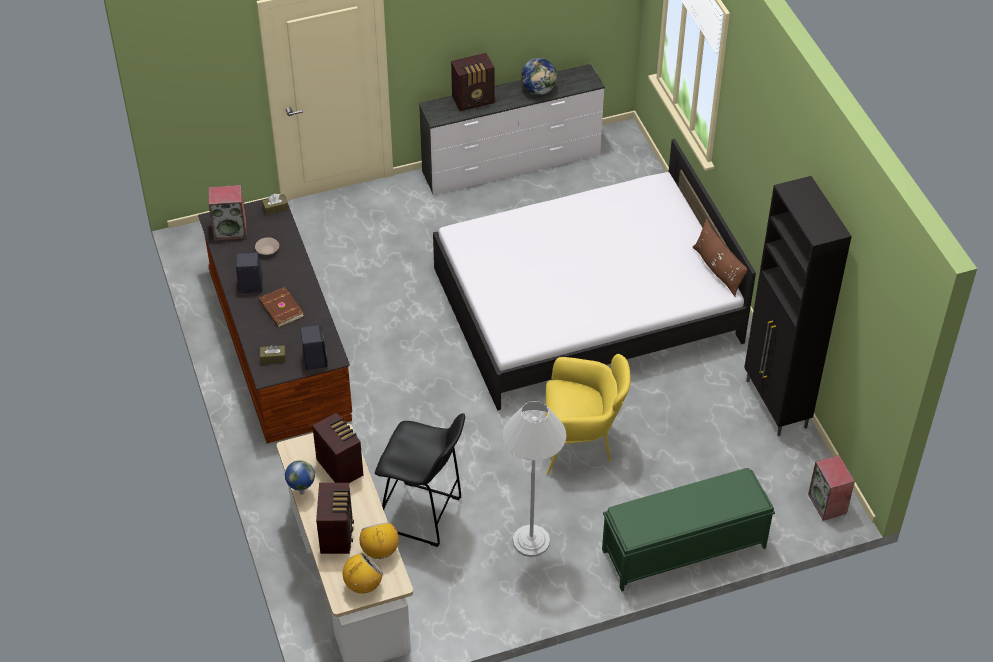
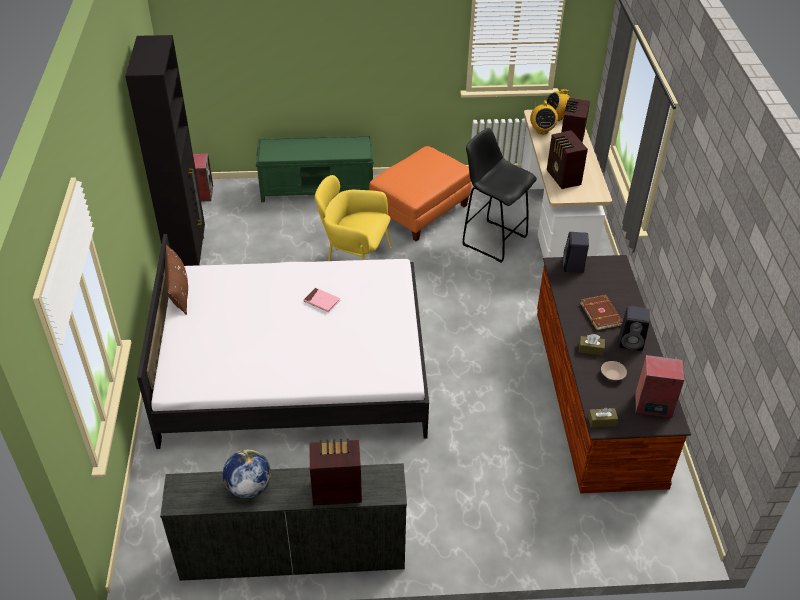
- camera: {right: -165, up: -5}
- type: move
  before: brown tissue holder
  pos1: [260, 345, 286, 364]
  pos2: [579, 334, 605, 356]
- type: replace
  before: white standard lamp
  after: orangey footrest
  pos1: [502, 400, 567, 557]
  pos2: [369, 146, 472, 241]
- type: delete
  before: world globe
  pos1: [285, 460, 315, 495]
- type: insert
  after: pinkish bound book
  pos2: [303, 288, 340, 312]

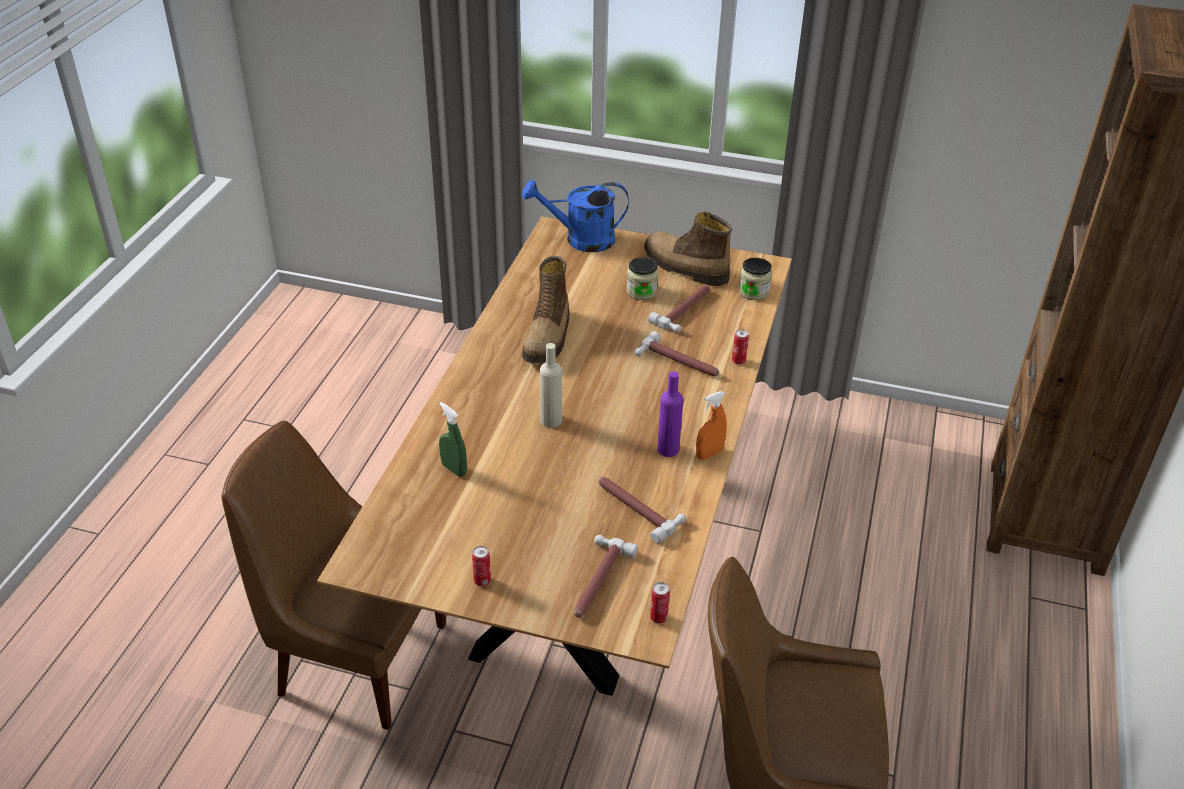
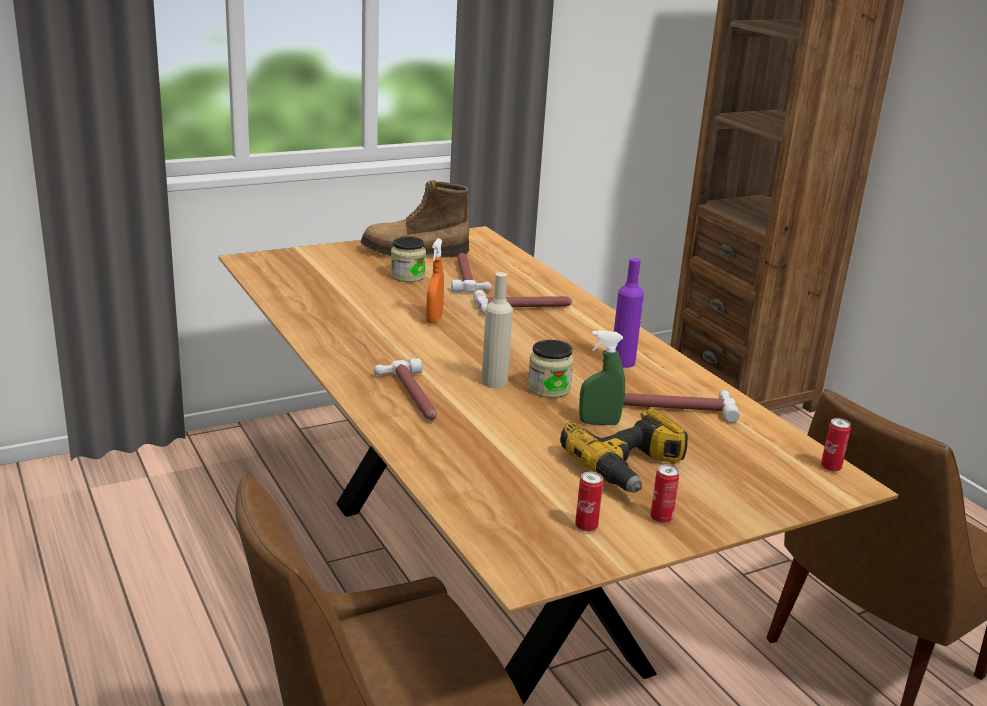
- camera: {right: -45, up: -15}
- type: delete
  before: blue watering pot
  pos1: [522, 180, 629, 252]
- type: delete
  before: boot
  pos1: [522, 256, 569, 364]
- type: move
  before: storage jar
  pos1: [739, 258, 772, 300]
  pos2: [528, 340, 574, 398]
- type: move
  before: metal can
  pos1: [732, 329, 749, 365]
  pos2: [575, 472, 603, 532]
- type: move
  before: orangey sprayer
  pos1: [696, 391, 727, 460]
  pos2: [426, 239, 444, 324]
- type: move
  before: green sprayer
  pos1: [439, 402, 467, 477]
  pos2: [579, 331, 625, 425]
- type: move
  before: hammer
  pos1: [574, 535, 638, 618]
  pos2: [374, 358, 437, 420]
- type: insert
  after: drill
  pos2: [560, 408, 688, 493]

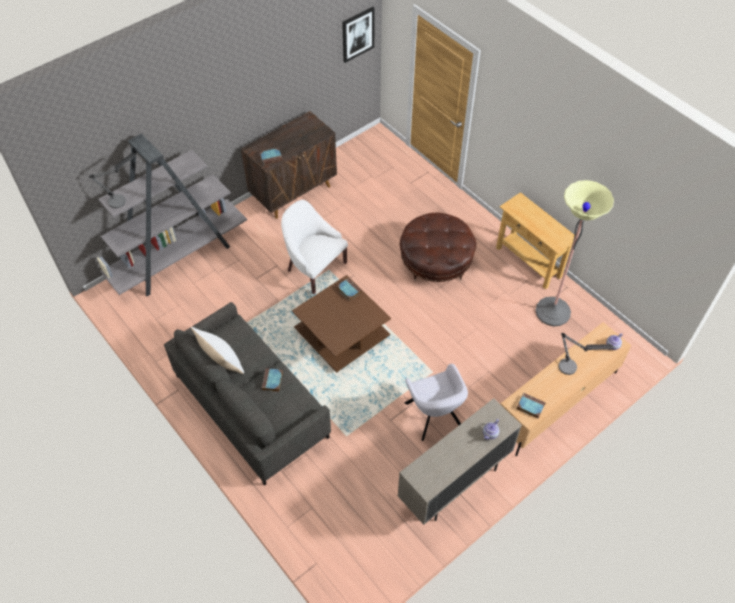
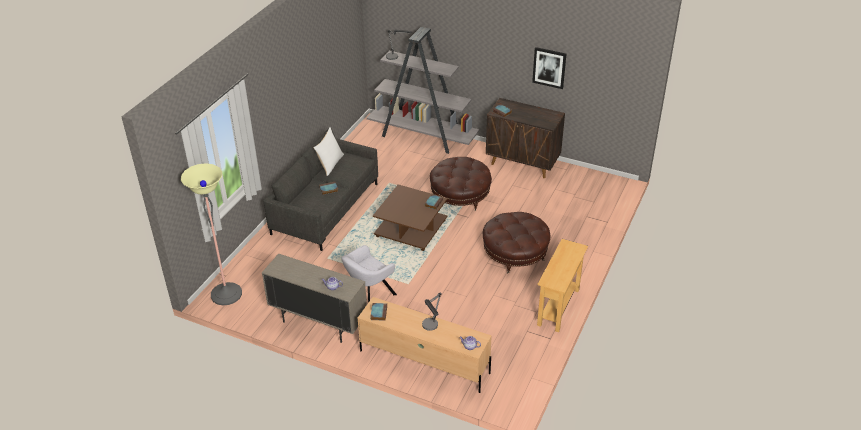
- camera: {right: 65, up: -15}
- type: move
  before: wall art
  pos1: [342, 7, 375, 63]
  pos2: [532, 47, 566, 89]
- type: move
  before: standard lamp
  pos1: [535, 180, 614, 326]
  pos2: [181, 163, 242, 306]
- type: replace
  before: white easy chair
  after: brown footrest
  pos1: [281, 200, 348, 294]
  pos2: [430, 157, 492, 211]

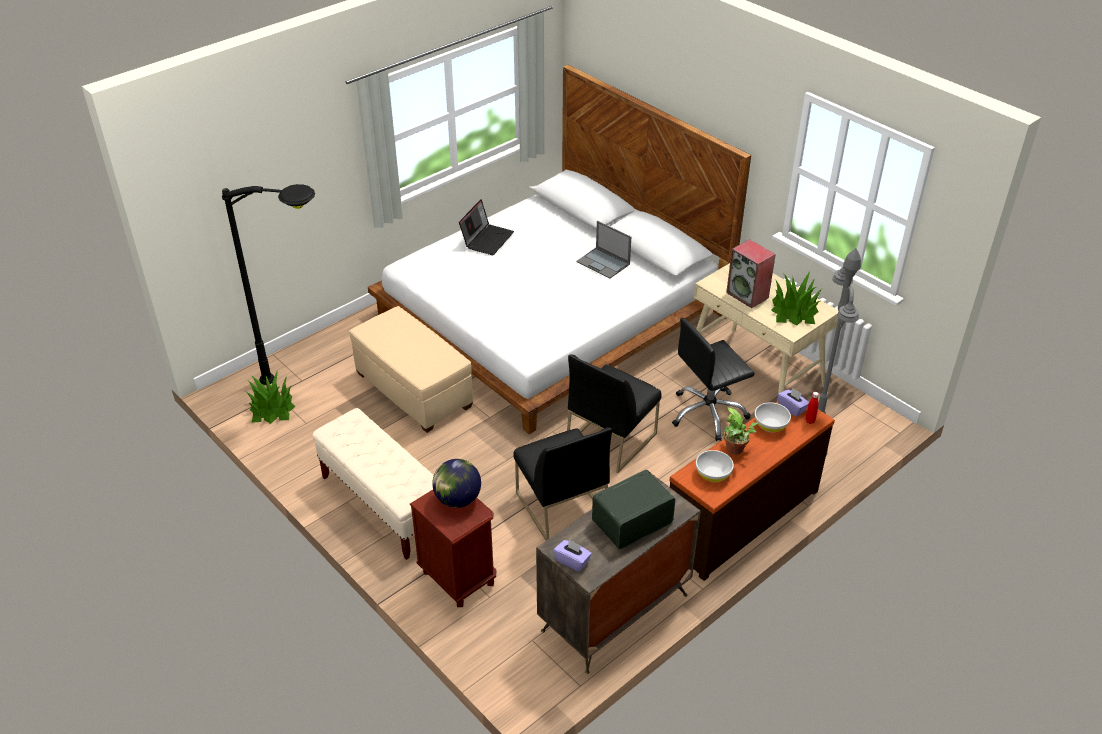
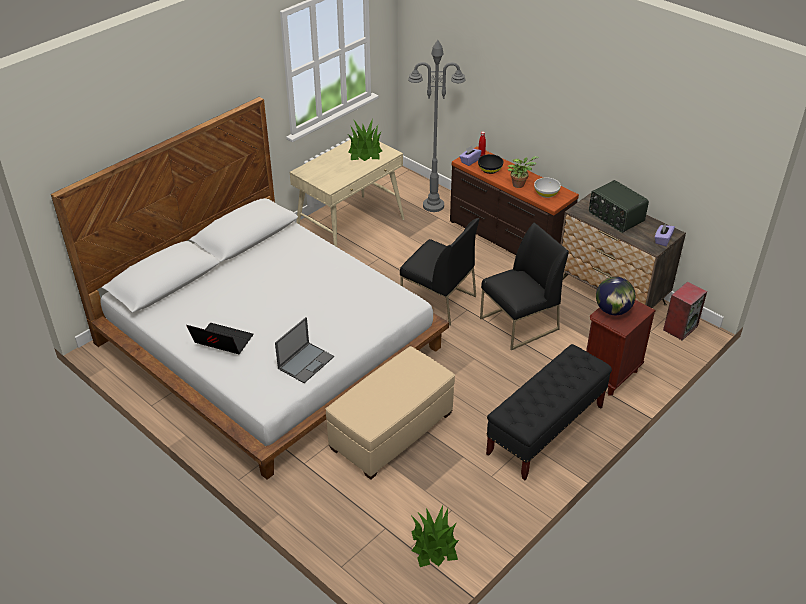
- camera: {right: -95, up: 0}
- type: delete
  before: black standard lamp
  pos1: [222, 184, 315, 385]
- type: move
  before: laptop
  pos1: [576, 221, 631, 279]
  pos2: [275, 317, 334, 383]
- type: move
  before: loudspeaker
  pos1: [726, 239, 776, 308]
  pos2: [663, 281, 707, 341]
- type: delete
  before: black computer chair
  pos1: [672, 318, 755, 441]
- type: recolor
  before: white bowl
  after: black bowl
  pos1: [755, 402, 791, 432]
  pos2: [478, 154, 503, 174]
- type: recolor
  before: beige indoor bench
  after: black indoor bench
  pos1: [312, 408, 434, 560]
  pos2: [486, 344, 612, 480]

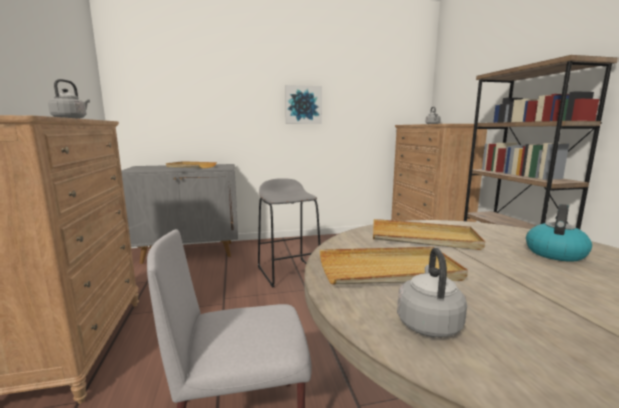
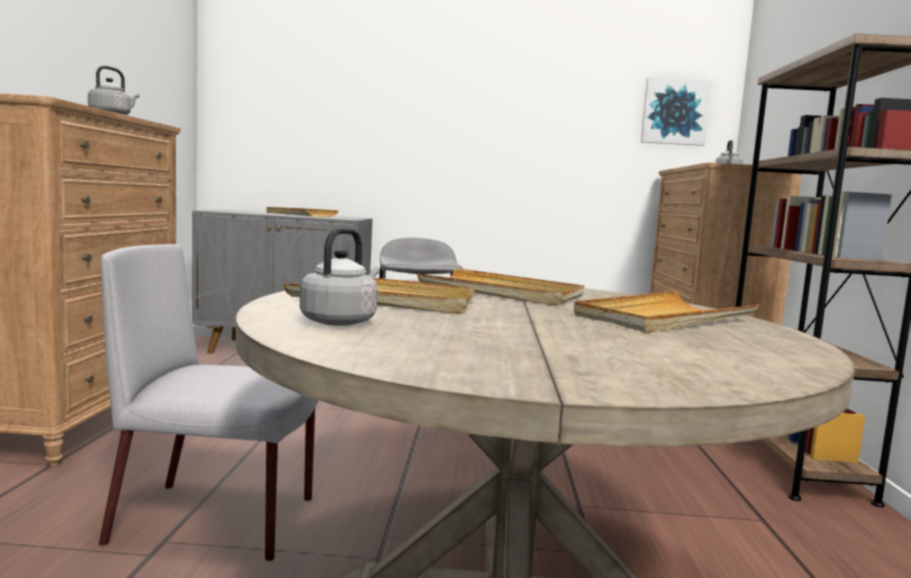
- camera: {right: 15, up: -5}
- type: move
  before: wall art
  pos1: [285, 85, 322, 124]
  pos2: [641, 78, 712, 146]
- type: replace
  before: water kettle
  after: beige tray
  pos1: [526, 204, 592, 261]
  pos2: [574, 291, 760, 333]

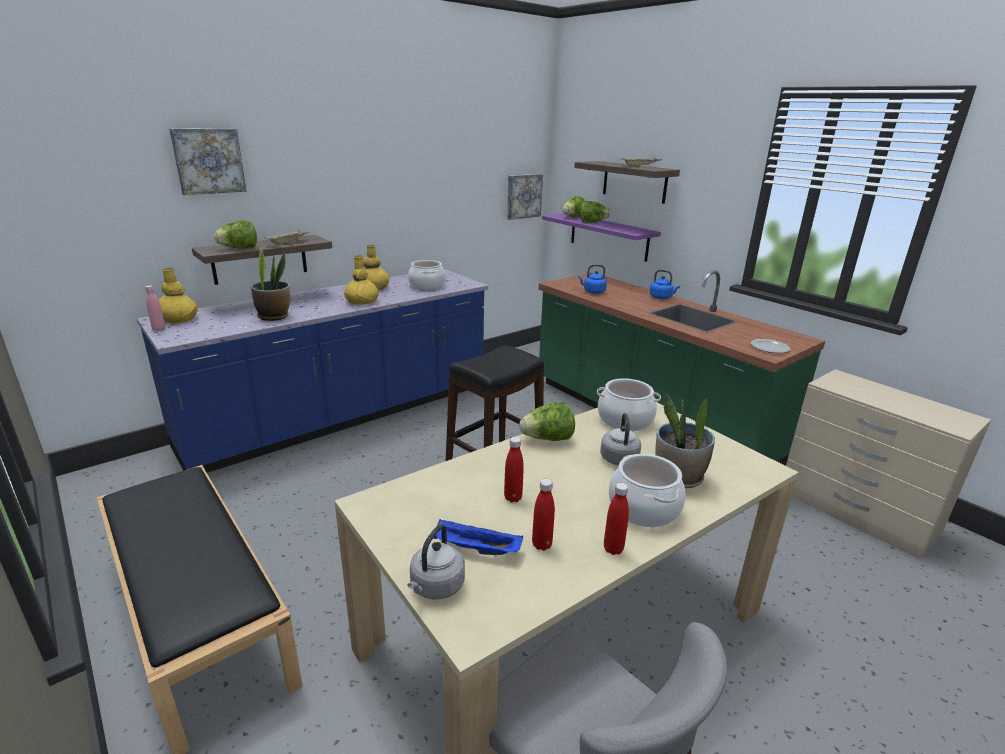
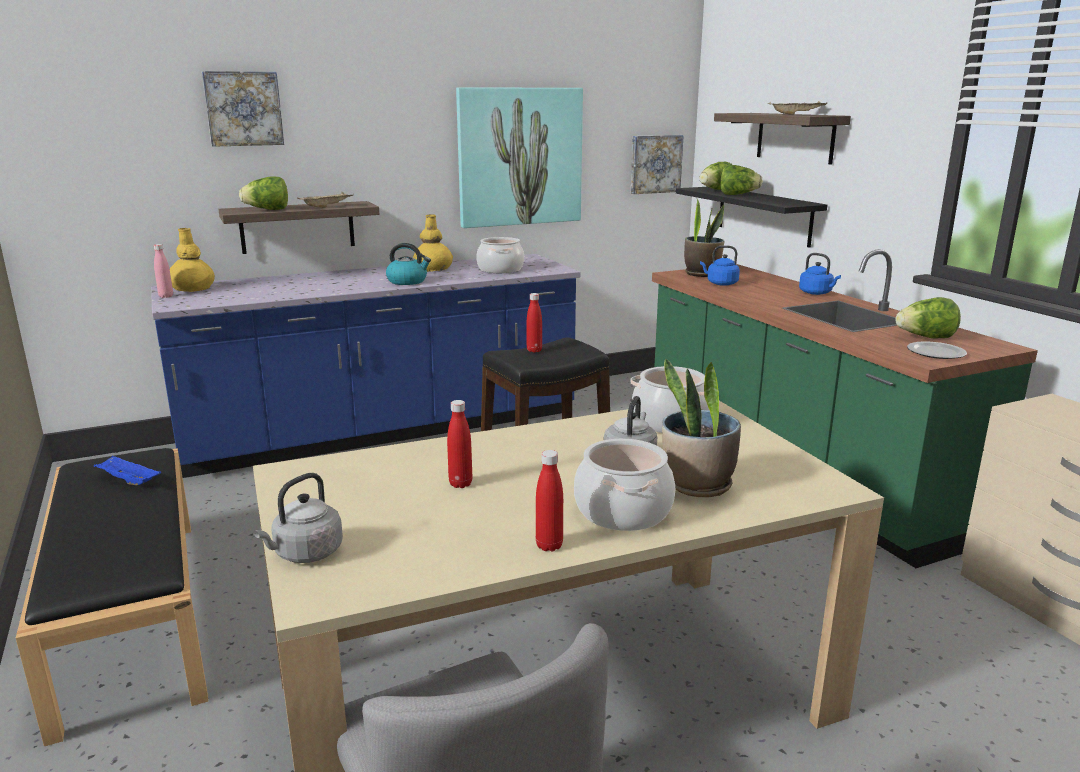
- camera: {right: 15, up: -5}
- type: recolor
  before: purple bracket shelf
  after: black bracket shelf
  pos1: [542, 213, 661, 262]
  pos2: [676, 187, 827, 248]
- type: move
  before: houseplant
  pos1: [251, 247, 290, 321]
  pos2: [684, 199, 725, 277]
- type: replace
  before: yellow-coloured vase
  after: water kettle
  pos1: [344, 255, 379, 305]
  pos2: [386, 243, 431, 285]
- type: move
  before: lettuce head
  pos1: [519, 402, 575, 441]
  pos2: [895, 297, 961, 339]
- type: move
  before: red drink bottle
  pos1: [532, 479, 555, 551]
  pos2: [527, 293, 542, 352]
- type: move
  before: blue tray
  pos1: [433, 519, 523, 555]
  pos2: [94, 456, 161, 485]
- type: insert
  after: wall art
  pos2: [456, 87, 583, 228]

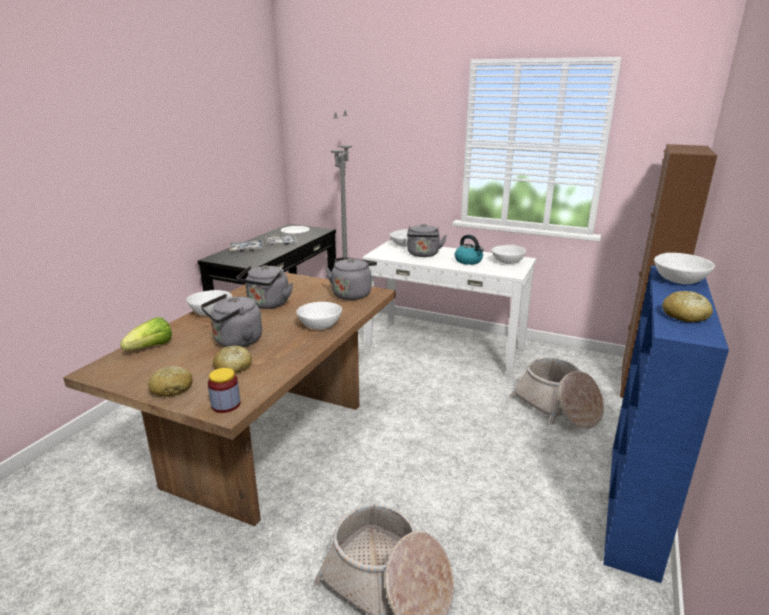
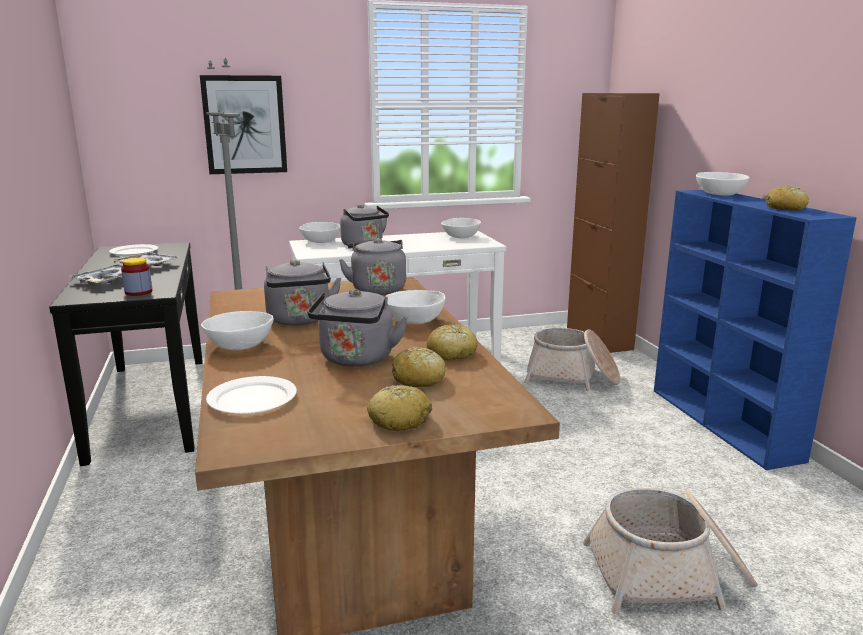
- camera: {right: -40, up: -5}
- type: delete
  before: water kettle
  pos1: [455, 235, 484, 265]
- type: replace
  before: lettuce head
  after: white dinner plate
  pos1: [120, 317, 172, 351]
  pos2: [206, 376, 297, 414]
- type: move
  before: storage jar
  pos1: [208, 368, 241, 413]
  pos2: [121, 258, 153, 296]
- type: insert
  after: wall art
  pos2: [200, 75, 287, 174]
- type: insert
  after: bread
  pos2: [427, 324, 478, 360]

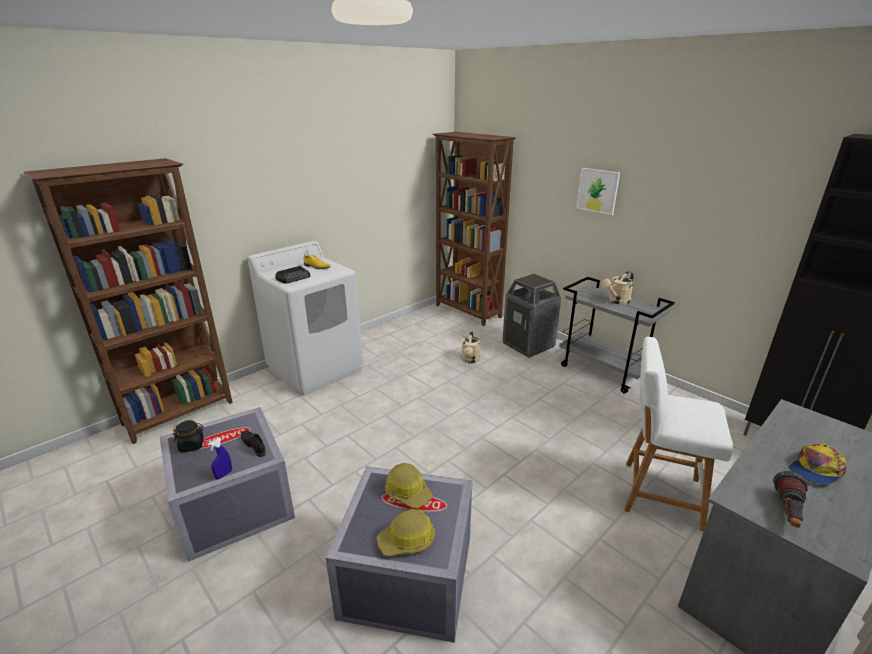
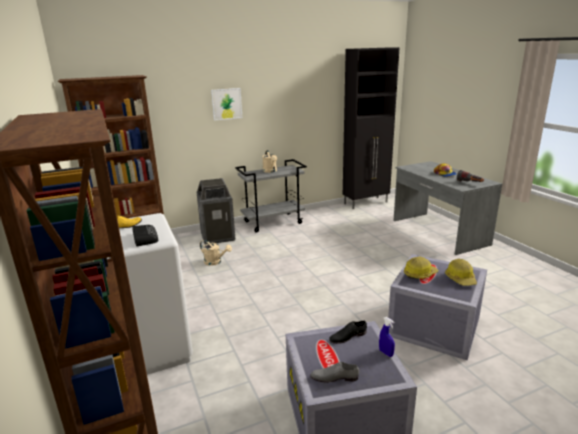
- camera: {right: -70, up: -5}
- type: delete
  before: white stool seat
  pos1: [624, 337, 733, 532]
- type: replace
  before: black storage jar
  after: greyish shoe
  pos1: [173, 420, 204, 453]
  pos2: [310, 362, 359, 383]

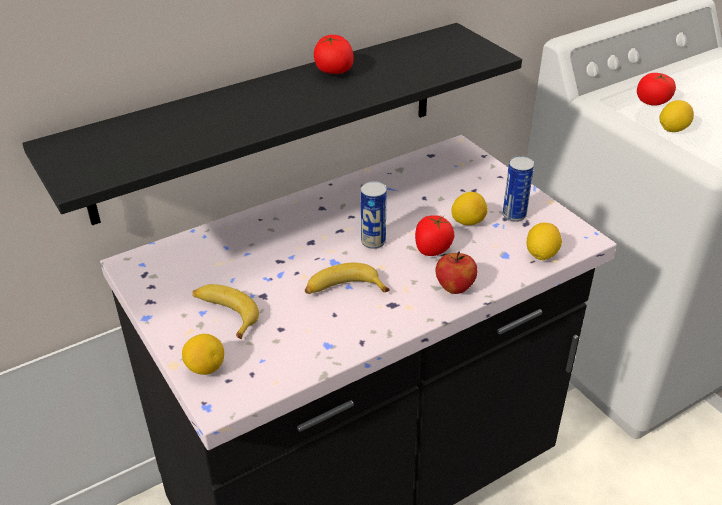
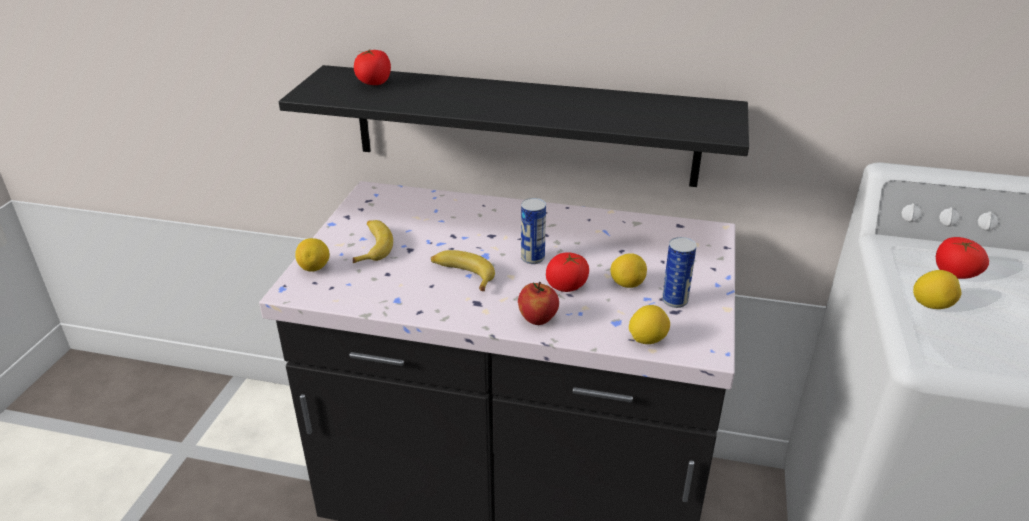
- camera: {right: 45, up: -5}
- type: move
  before: tomato
  pos1: [314, 35, 354, 74]
  pos2: [354, 50, 391, 85]

